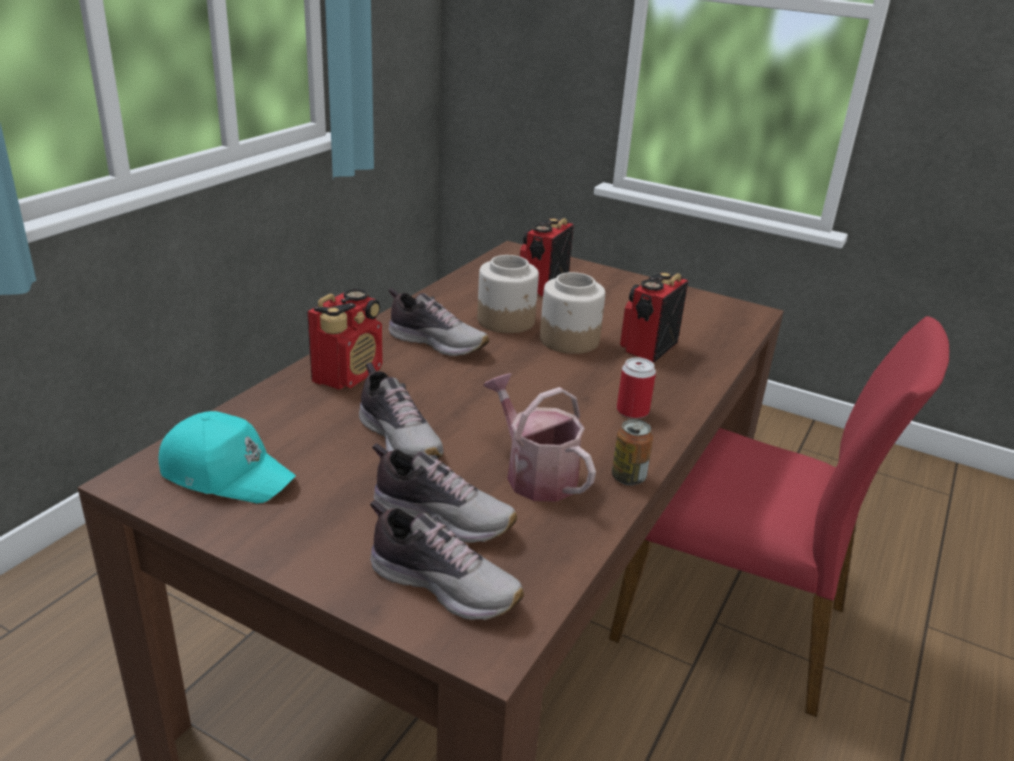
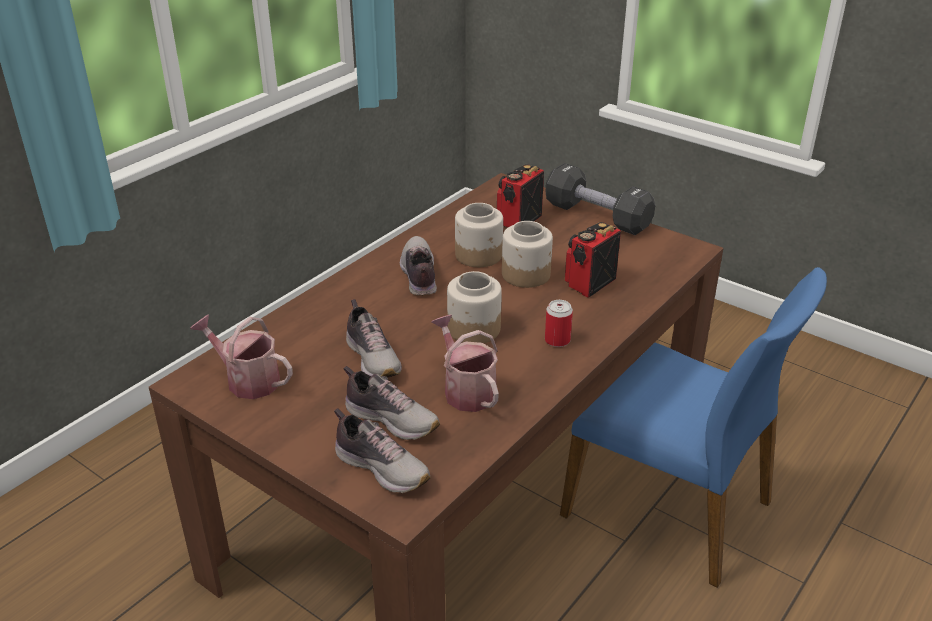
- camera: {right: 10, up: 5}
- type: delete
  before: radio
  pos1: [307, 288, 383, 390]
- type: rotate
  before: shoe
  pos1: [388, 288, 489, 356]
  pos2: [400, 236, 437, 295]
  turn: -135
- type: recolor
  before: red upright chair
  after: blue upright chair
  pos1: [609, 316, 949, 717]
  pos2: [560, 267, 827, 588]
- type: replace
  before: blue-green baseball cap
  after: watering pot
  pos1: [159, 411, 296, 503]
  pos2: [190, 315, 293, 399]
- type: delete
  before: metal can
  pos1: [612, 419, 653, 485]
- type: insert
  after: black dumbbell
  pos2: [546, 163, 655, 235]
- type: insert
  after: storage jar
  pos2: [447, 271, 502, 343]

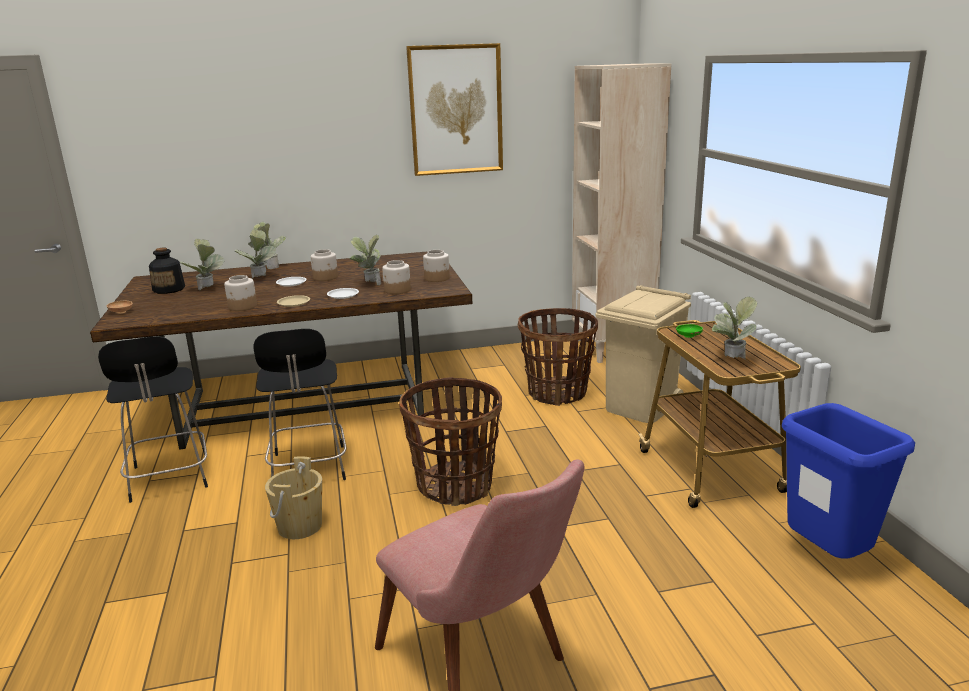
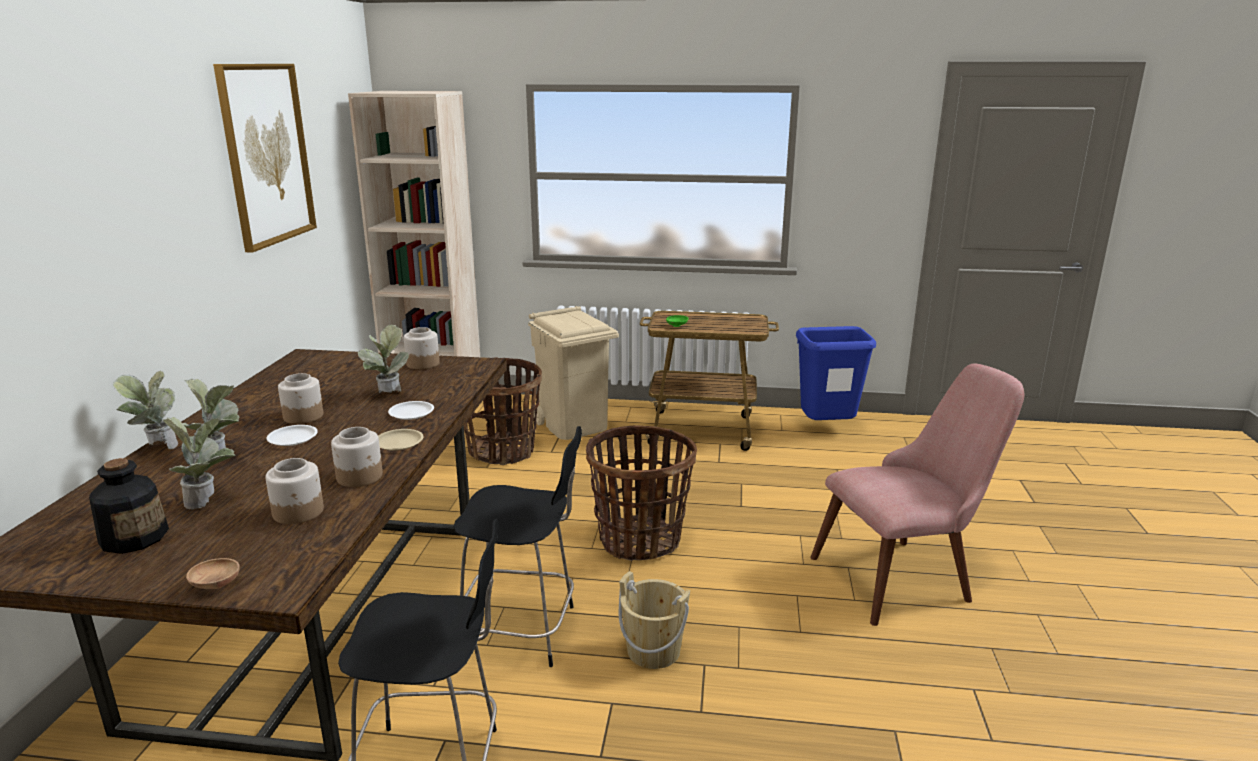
- camera: {right: -70, up: 0}
- type: move
  before: storage jar
  pos1: [382, 260, 411, 294]
  pos2: [265, 458, 324, 524]
- type: delete
  before: houseplant
  pos1: [712, 297, 758, 360]

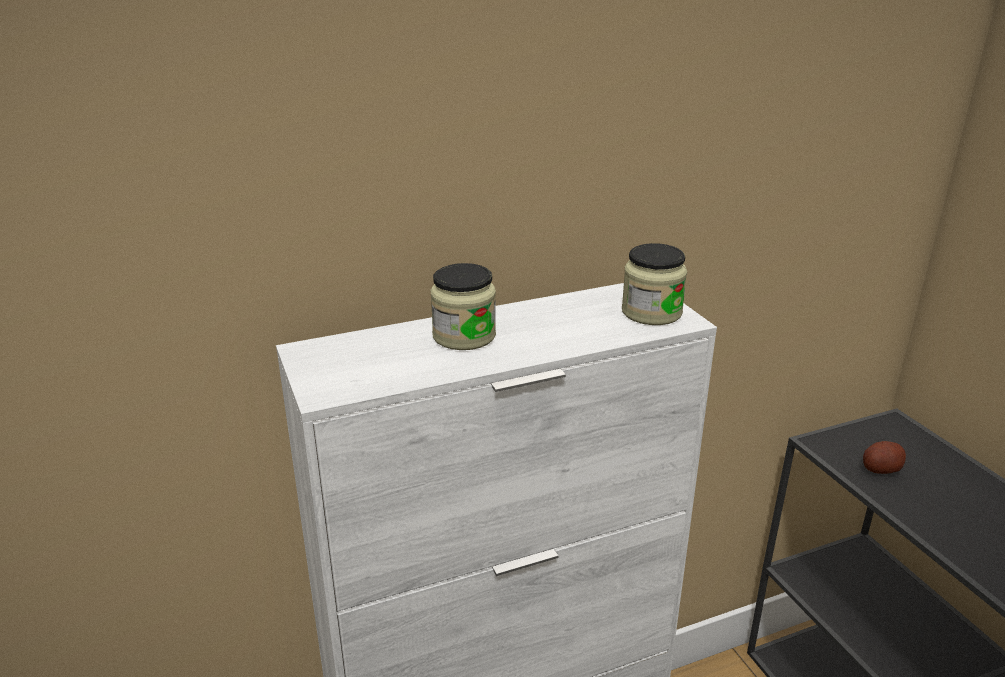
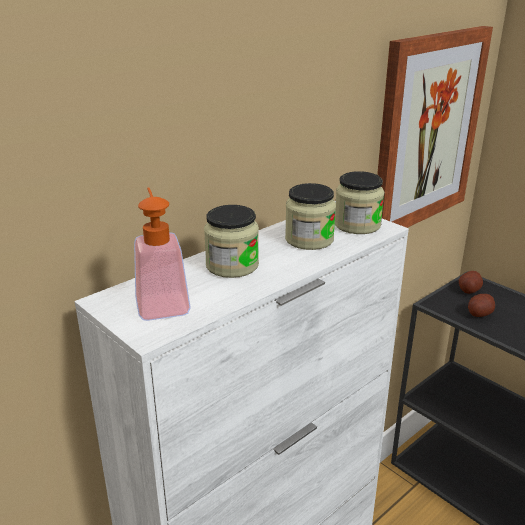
- camera: {right: -20, up: 0}
- type: insert
  after: wall art
  pos2: [377, 26, 493, 228]
- type: insert
  after: storage jar
  pos2: [285, 183, 336, 250]
- type: insert
  after: soap dispenser
  pos2: [134, 187, 191, 321]
- type: insert
  after: potato
  pos2: [459, 271, 483, 294]

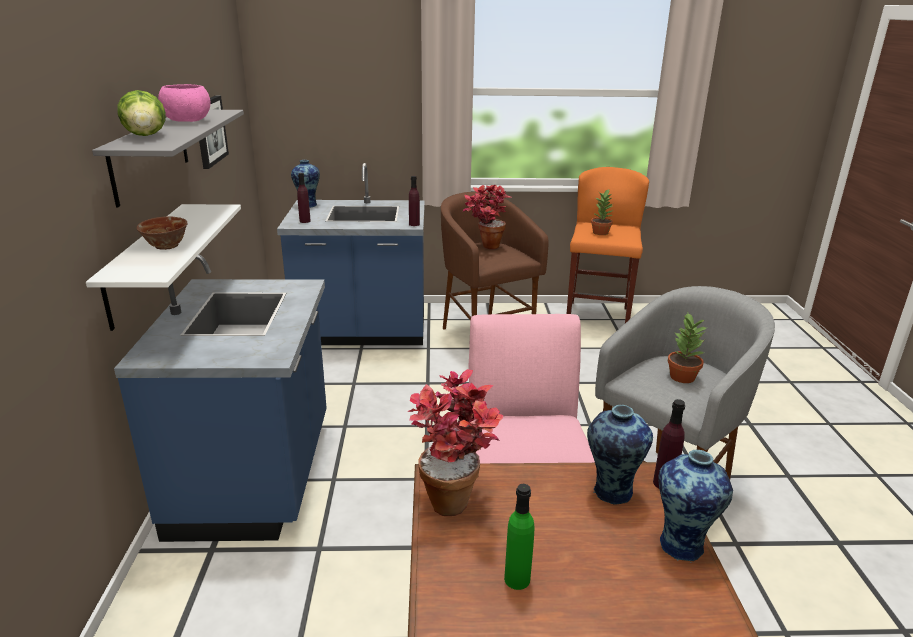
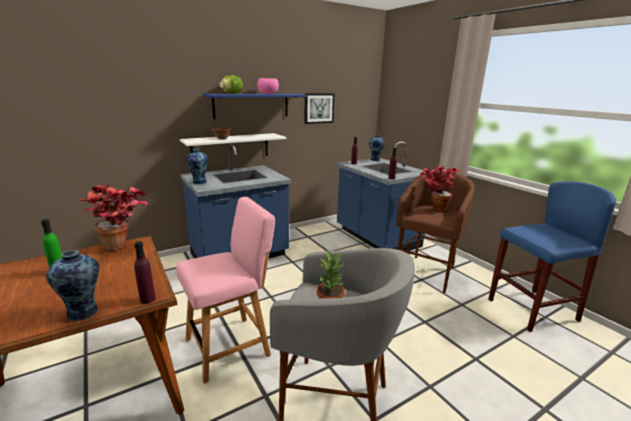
- camera: {right: 60, up: -5}
- type: recolor
  before: greyish bracket shelf
  after: blue bracket shelf
  pos1: [92, 110, 244, 207]
  pos2: [202, 94, 307, 119]
- type: recolor
  before: orangey stool seat
  after: blue stool seat
  pos1: [567, 167, 649, 323]
  pos2: [488, 181, 616, 332]
- type: delete
  before: houseplant
  pos1: [591, 189, 613, 235]
- type: move
  before: vase
  pos1: [587, 405, 653, 505]
  pos2: [186, 149, 208, 184]

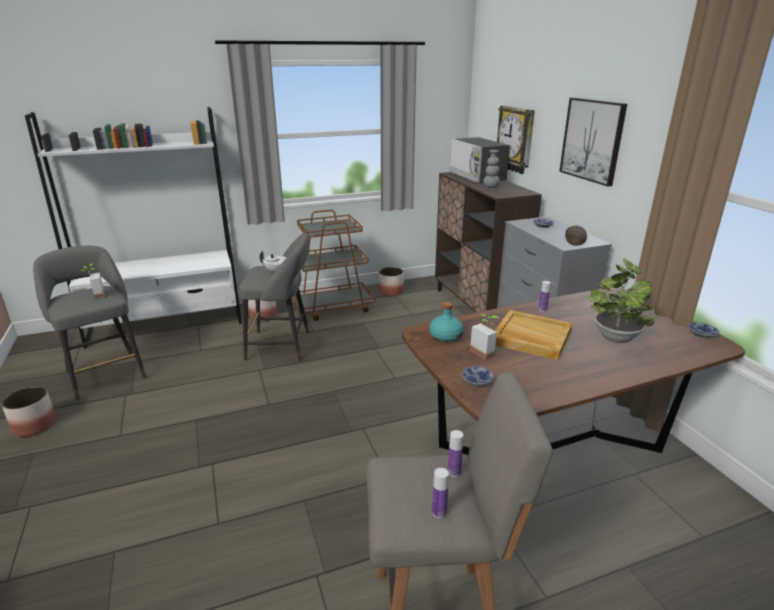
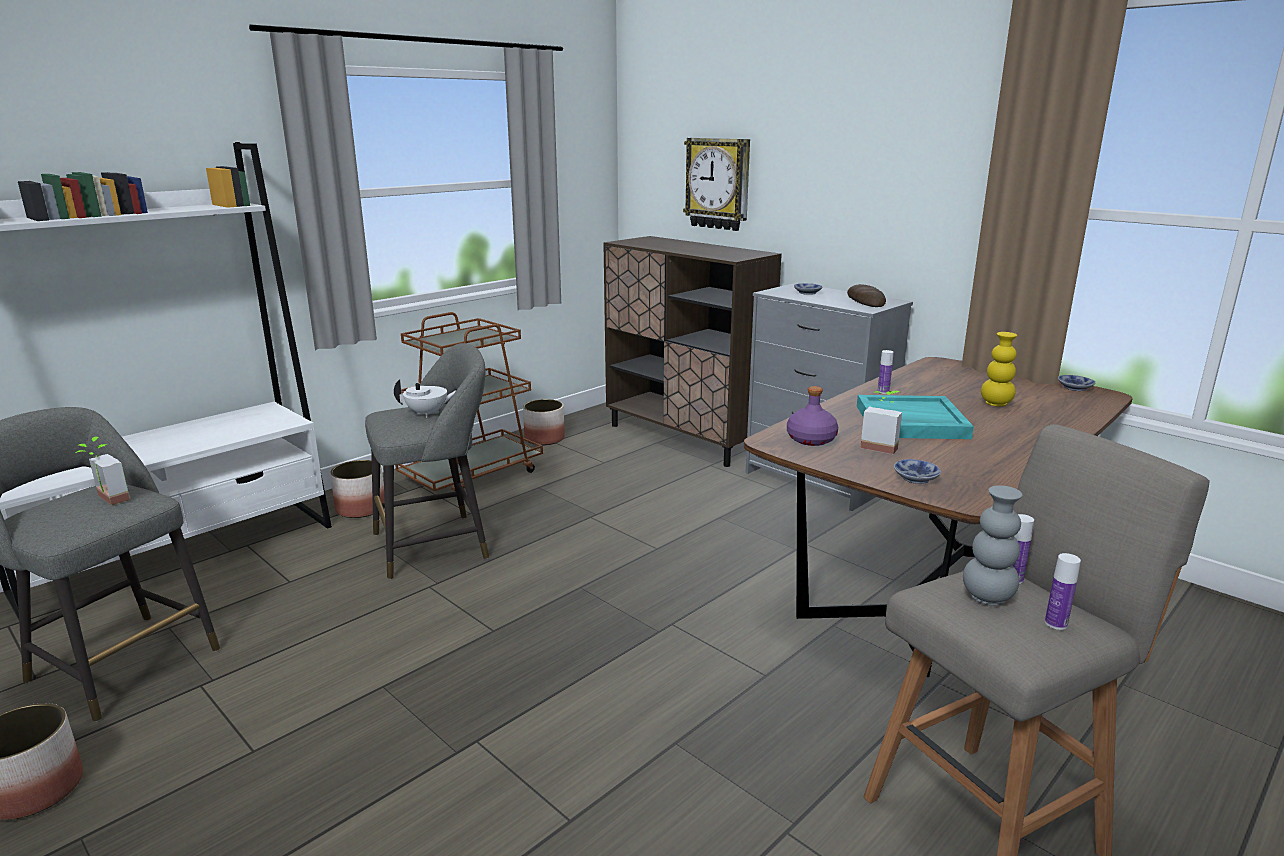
- camera: {right: -25, up: -5}
- type: delete
  before: wall art
  pos1: [559, 98, 627, 187]
- type: delete
  before: microwave
  pos1: [449, 137, 510, 183]
- type: move
  before: greyish vase
  pos1: [483, 150, 500, 189]
  pos2: [963, 485, 1023, 605]
- type: replace
  before: houseplant
  after: yellow-coloured vase
  pos1: [587, 258, 658, 343]
  pos2: [981, 332, 1017, 407]
- type: recolor
  before: blue-green drink bottle
  after: purple drink bottle
  pos1: [429, 302, 464, 342]
  pos2: [787, 386, 838, 446]
- type: recolor
  before: beige tray
  after: blue-green tray
  pos1: [495, 310, 572, 360]
  pos2: [857, 395, 974, 439]

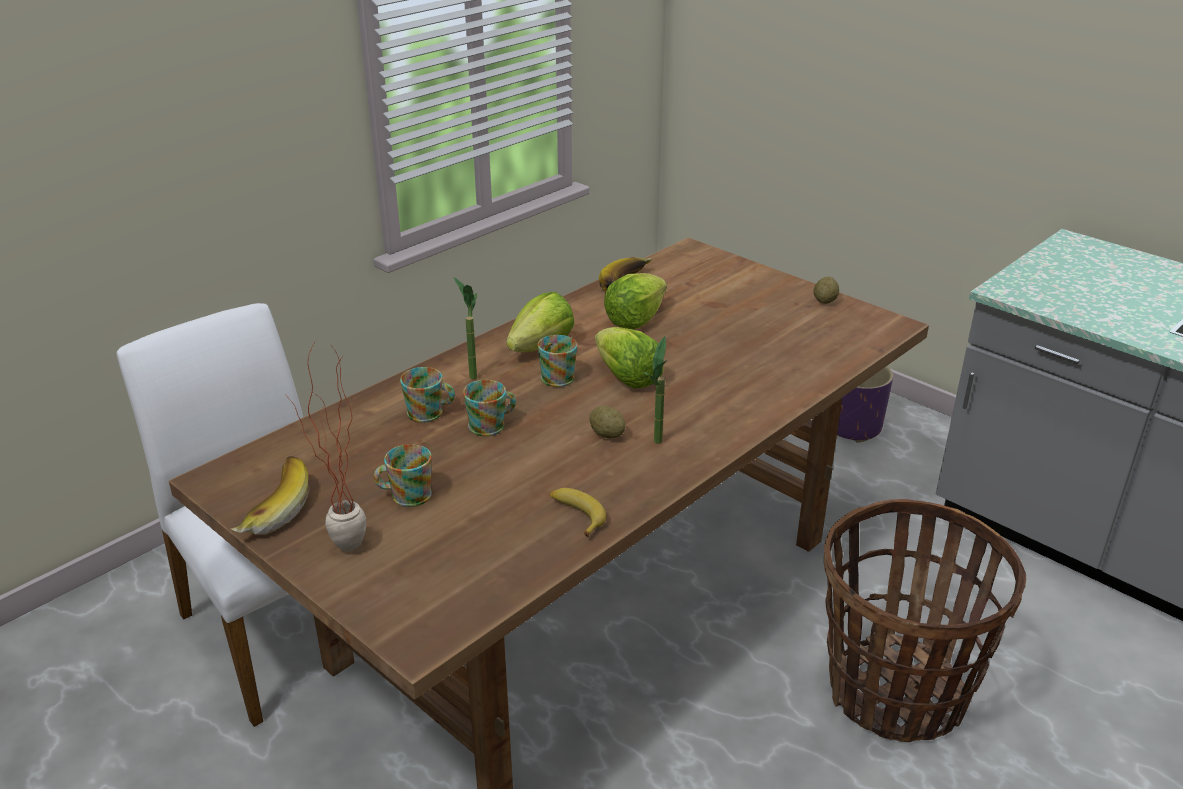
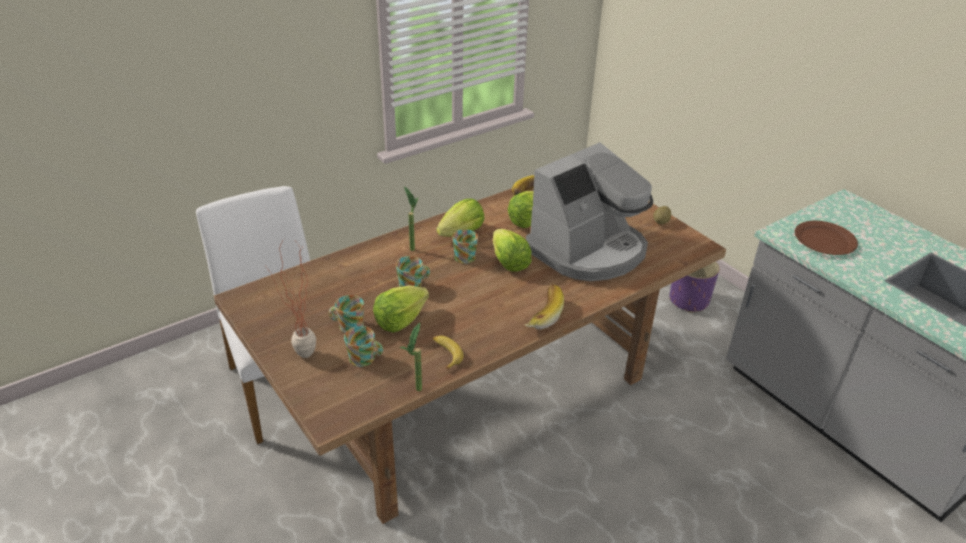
- camera: {right: 10, up: 5}
- type: move
  before: houseplant
  pos1: [644, 336, 667, 444]
  pos2: [400, 323, 422, 391]
- type: move
  before: coffee mug
  pos1: [400, 367, 455, 422]
  pos2: [344, 326, 383, 367]
- type: delete
  before: potato
  pos1: [589, 406, 626, 439]
- type: move
  before: banana
  pos1: [231, 456, 309, 534]
  pos2: [524, 284, 564, 330]
- type: delete
  before: household basket
  pos1: [824, 499, 1027, 742]
- type: insert
  after: coffee brewer
  pos2: [526, 142, 653, 281]
- type: insert
  after: brown dinner plate
  pos2: [795, 221, 858, 255]
- type: insert
  after: lettuce head
  pos2: [373, 286, 429, 333]

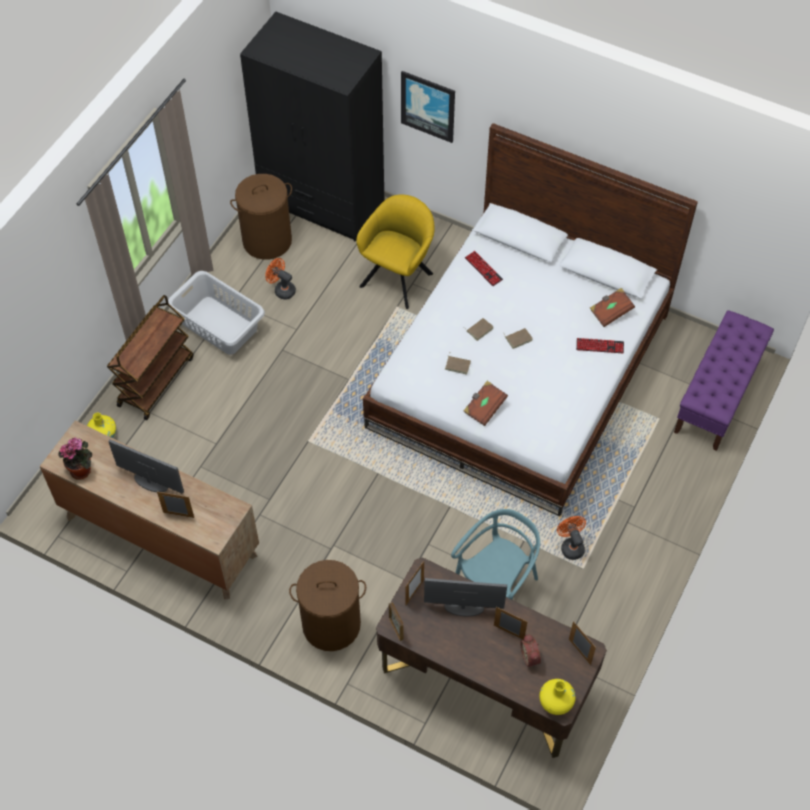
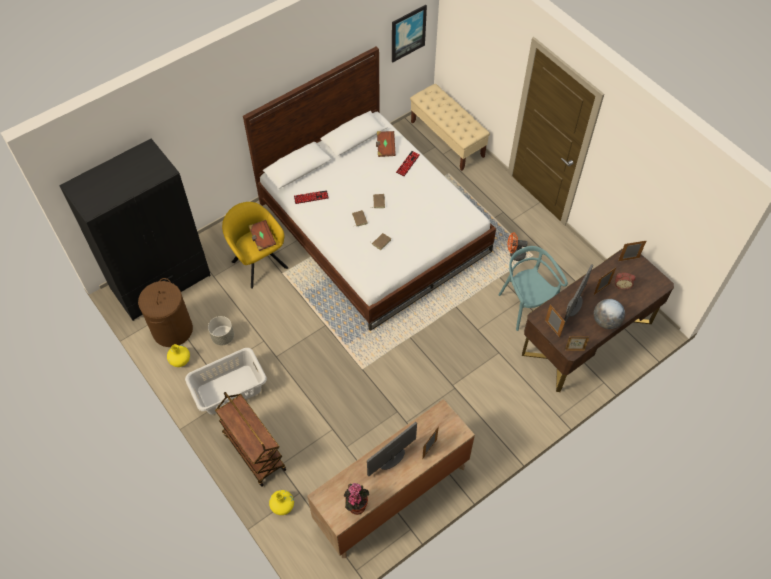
- camera: {right: -65, up: 0}
- type: move
  before: wall art
  pos1: [401, 71, 455, 143]
  pos2: [392, 5, 427, 63]
- type: replace
  before: orangey fan
  after: greyish flower pot
  pos1: [265, 258, 296, 300]
  pos2: [208, 316, 234, 345]
- type: recolor
  before: purple indoor bench
  after: beige indoor bench
  pos1: [674, 310, 774, 451]
  pos2: [410, 84, 490, 171]
- type: move
  before: brown bound book
  pos1: [464, 381, 508, 426]
  pos2: [249, 220, 276, 251]
- type: delete
  before: brown washing basket
  pos1: [289, 560, 366, 651]
- type: move
  before: yellow-coloured vase
  pos1: [539, 679, 576, 715]
  pos2: [167, 344, 190, 367]
- type: insert
  after: world globe
  pos2: [594, 299, 625, 329]

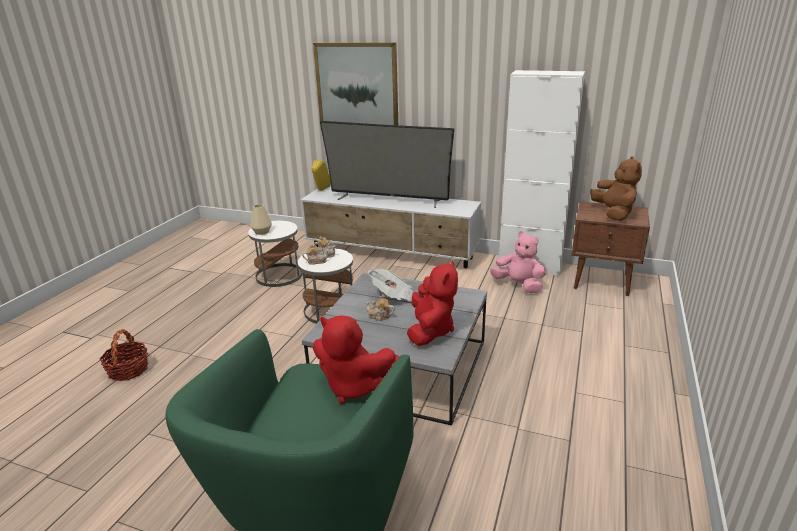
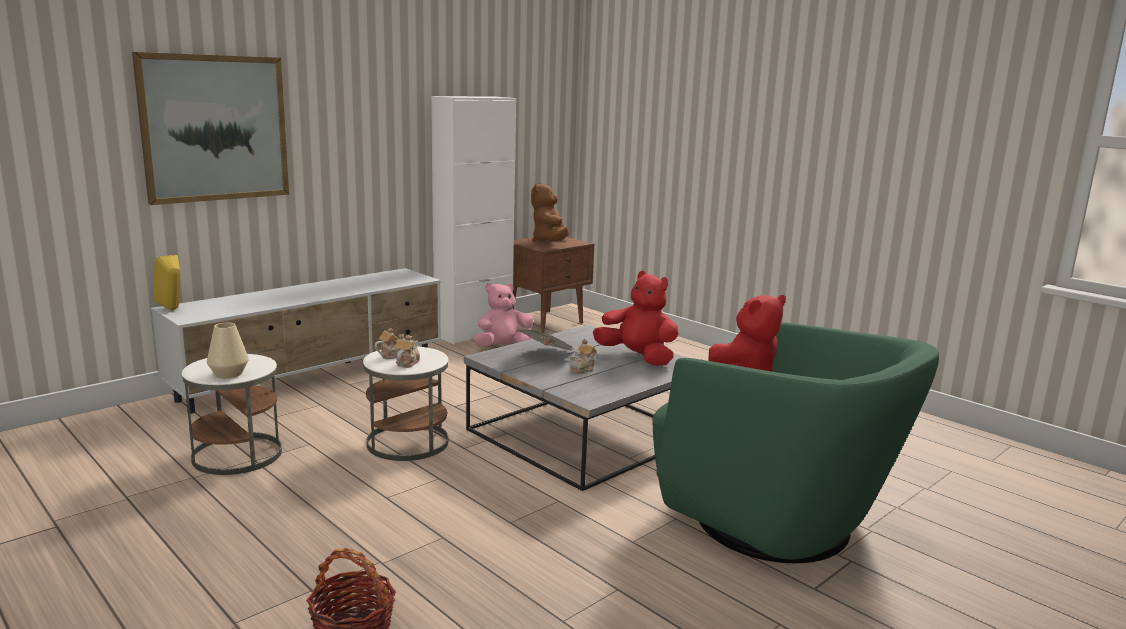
- camera: {right: -65, up: -10}
- type: delete
  before: TV set
  pos1: [320, 121, 454, 208]
- type: rotate
  before: brown cuddly toy
  pos1: [590, 156, 642, 221]
  pos2: [531, 183, 569, 242]
  turn: -105

